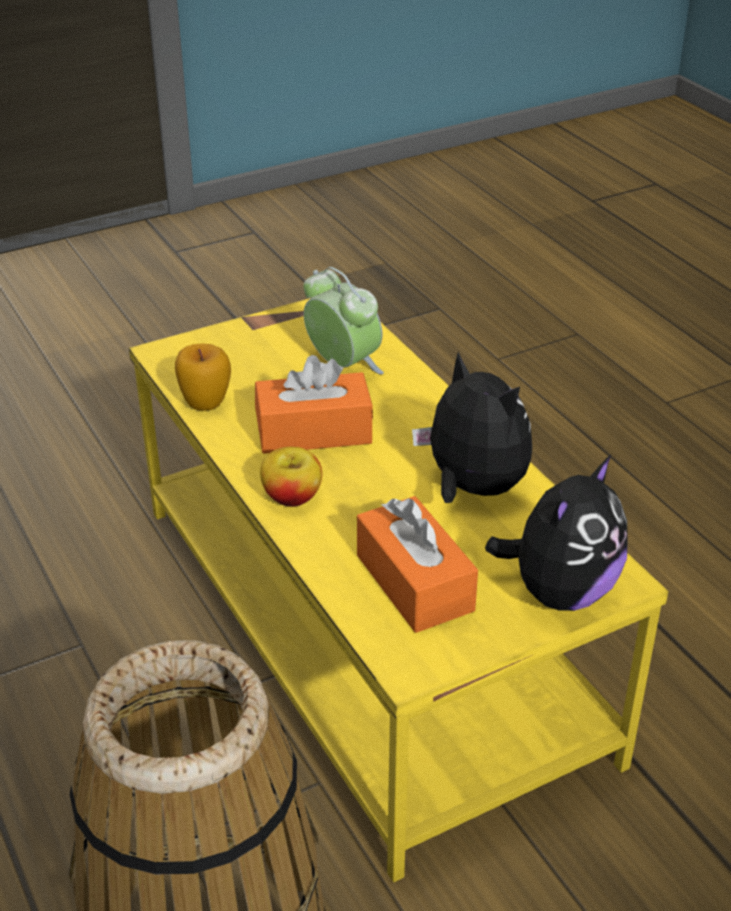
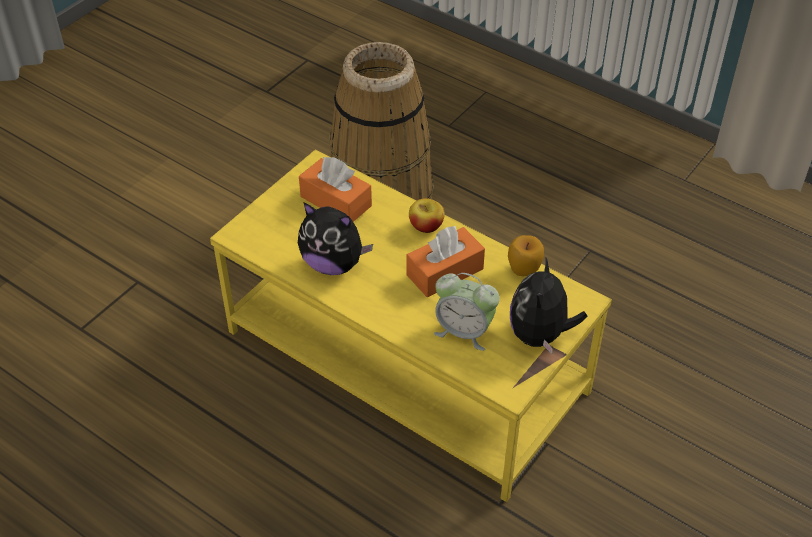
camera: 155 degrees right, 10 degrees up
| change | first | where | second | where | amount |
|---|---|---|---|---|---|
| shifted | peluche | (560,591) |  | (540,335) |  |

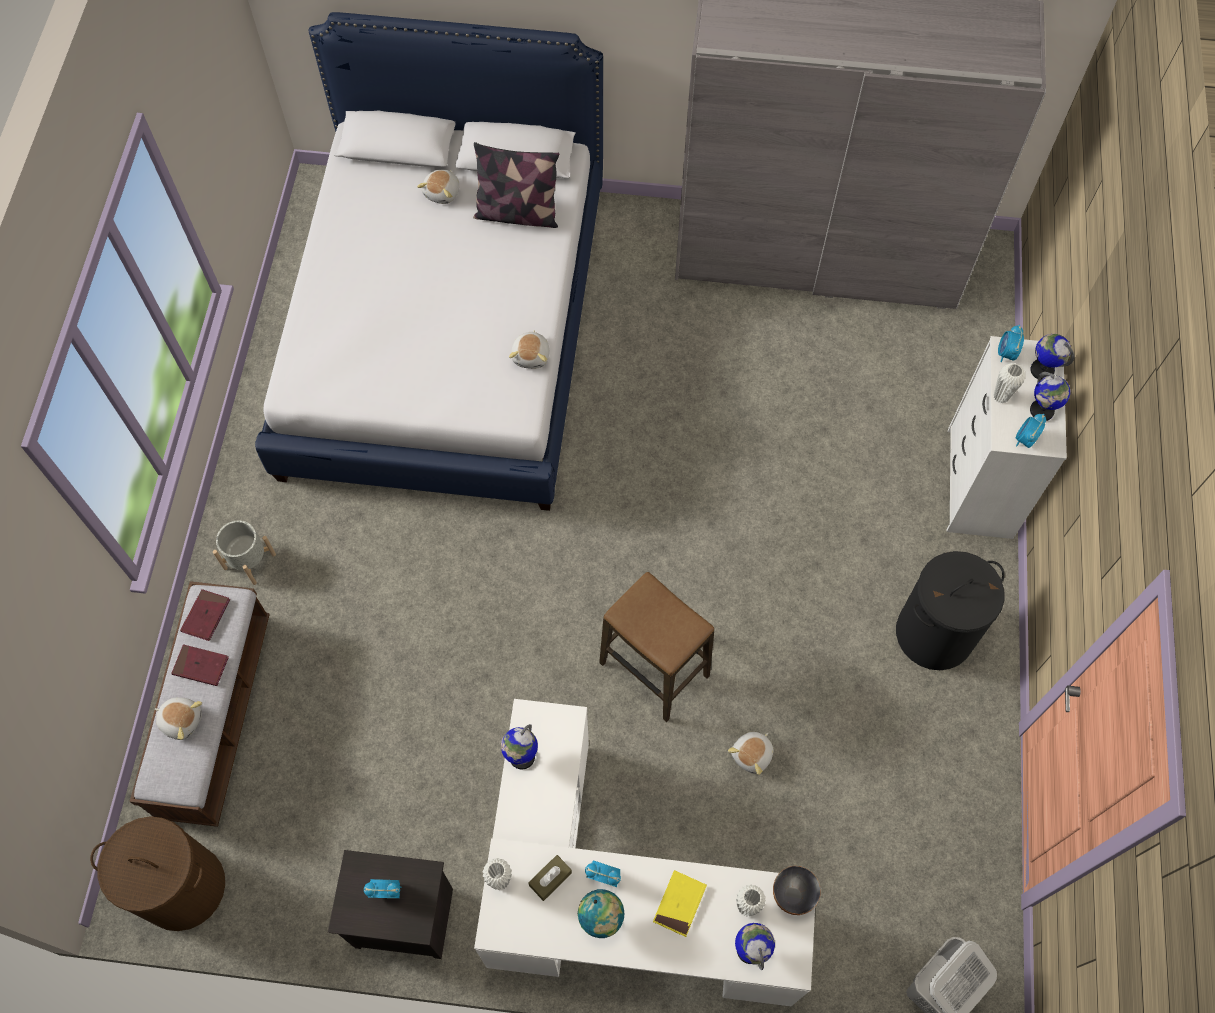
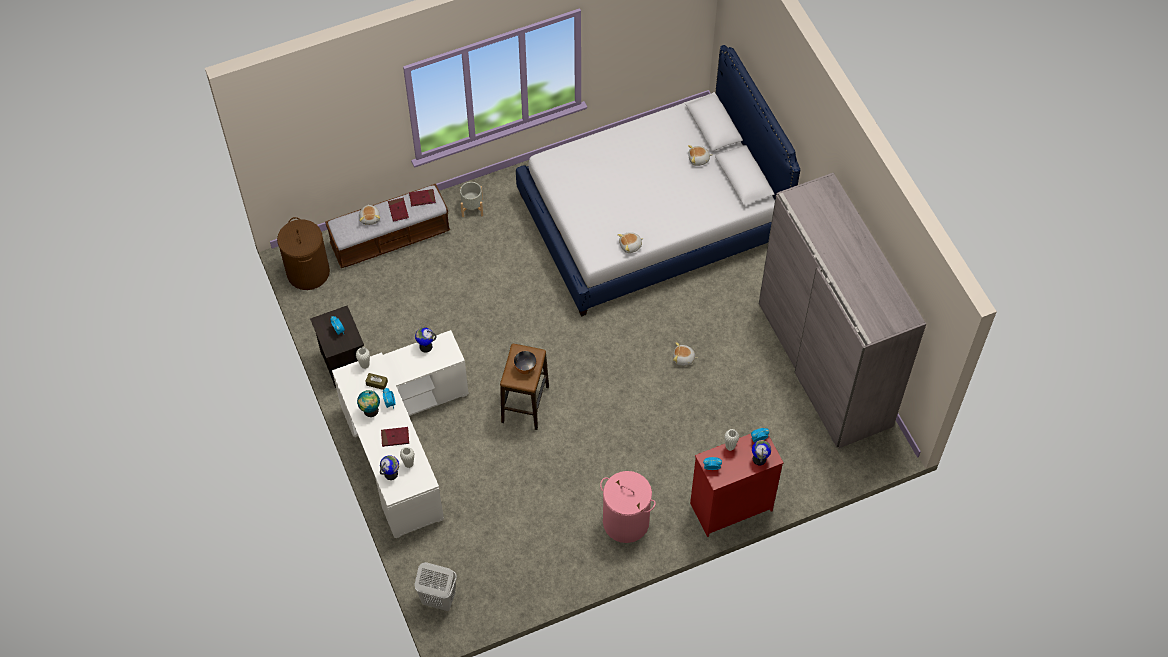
camera: 60 degrees right, 5 degrees down
| change | first | where | second | where | amount |
|---|---|---|---|---|---|
| gone | coussin | (517,214) |  |  |  |
| repainted | commode [blanc] | (978,483) | commode [rouge] | (731,506) |  |
| gone | globe | (1041,411) |  |  |  |
| repainted | panier à linge [noir] | (934,633) | panier à linge [rose] | (626,522) |  |
| shifted | peluche | (752,755) |  | (683,358) |  |
| shifted | bol | (792,896) |  | (525,368) |  |
| repainted | livre [jaune] | (679,904) | livre [rouge] | (395,437) |  |

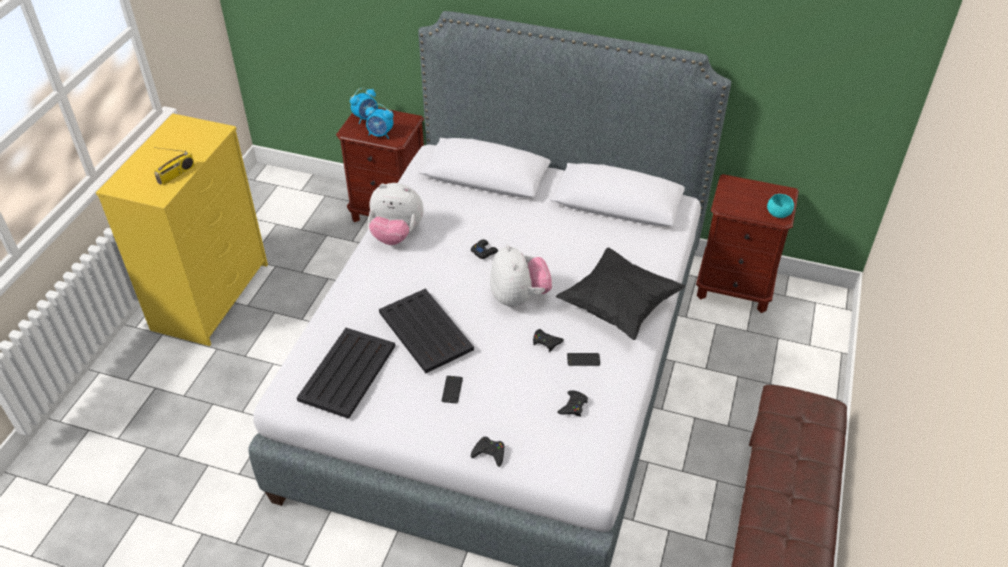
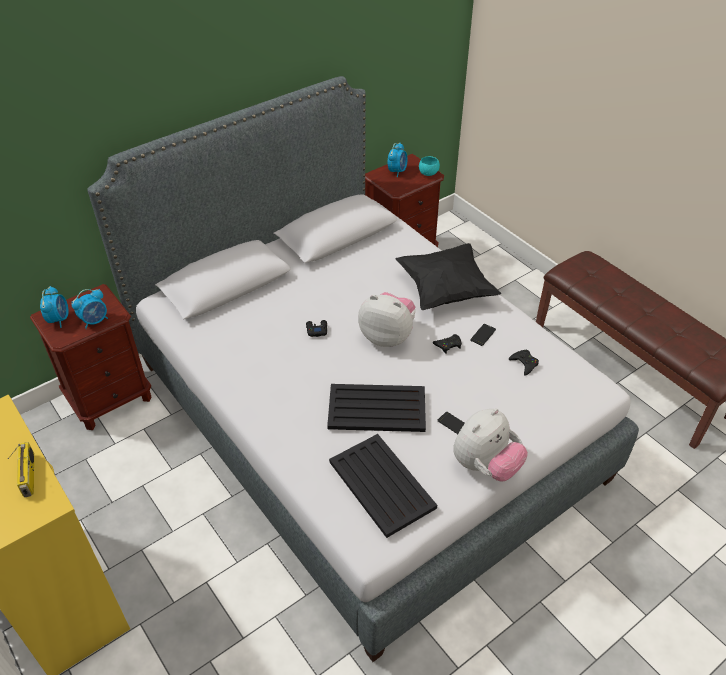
camera: 55 degrees left, 0 degrees up
| change | first | where | second | where | amount |
|---|---|---|---|---|---|
| shifted | peluche | (396,235) |  | (485,465) |  |
| gone | manette [noir] | (489,453) |  |  |  |
| new |  |  | réveil | (397,171) |  |

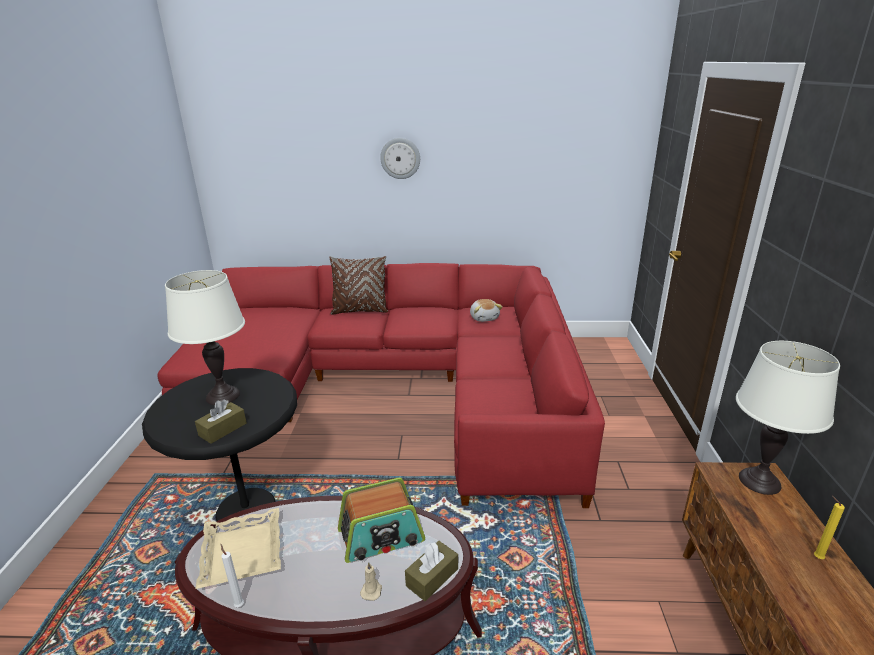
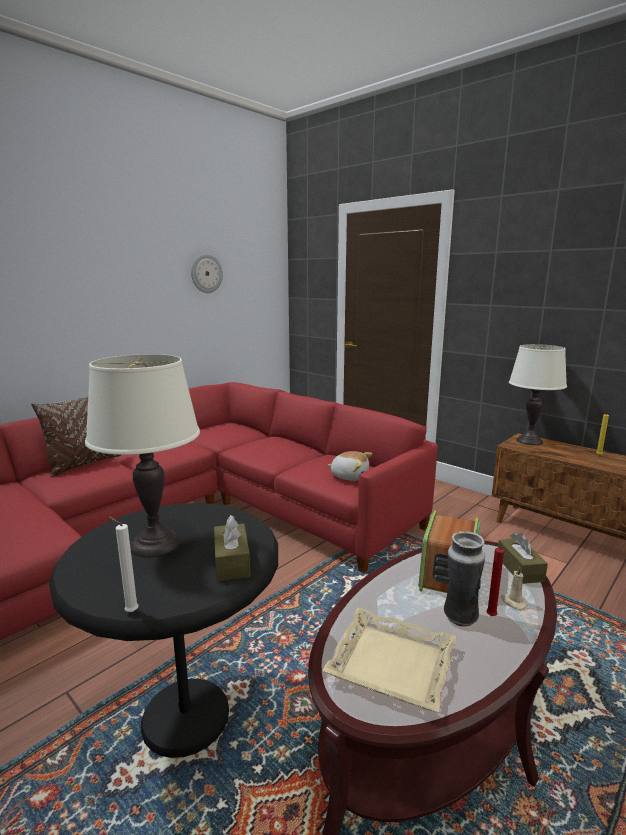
camera: 50 degrees left, 10 degrees down
| change | first | where | second | where | amount |
|---|---|---|---|---|---|
| shifted | horloge murale | (400,158) |  | (206,273) |  |
| shifted | peluche | (484,318) |  | (349,476) |  |
| shifted | bougie [blanc] | (238,604) |  | (129,612) |  |
| new |  |  | vase | (460,618) |  |
| new |  |  | bougie [rouge] | (491,617) |  |

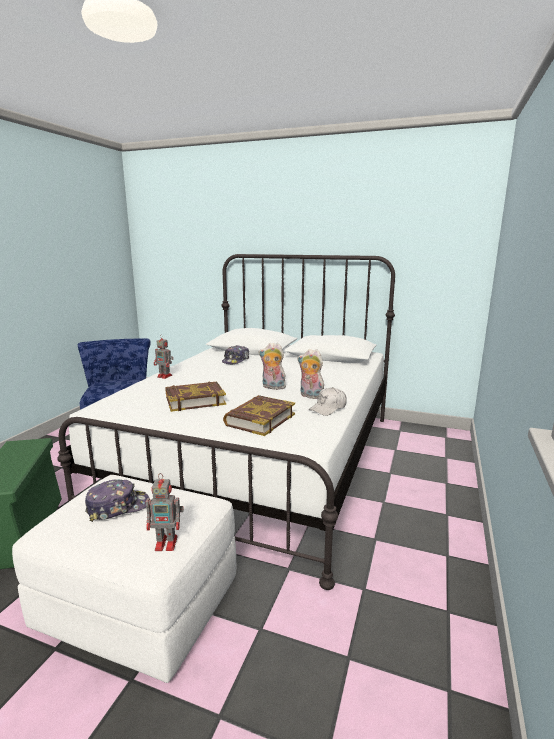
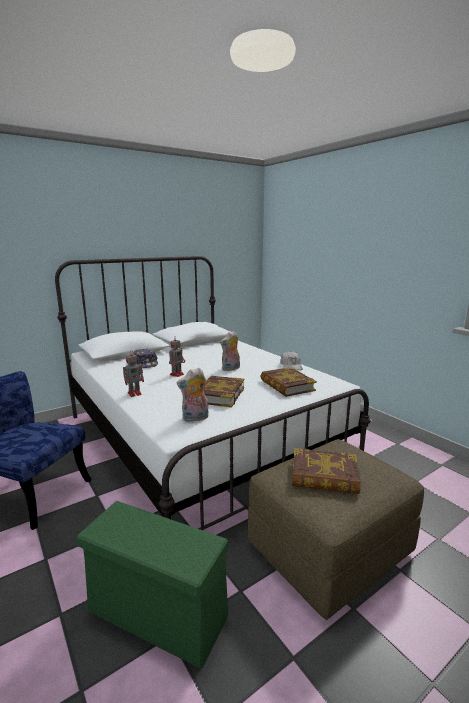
camera: 55 degrees left, 0 degrees up
| change | first | where | second | where | amount |
|---|---|---|---|---|---|
| shifted | peluche | (310,396) |  | (195,418) |  |
| shifted | robot jouet | (167,543) |  | (177,374) |  |
| repainted | pouf [blanc] | (140,603) | pouf [marron] | (329,548) |  |
| swapped | casquette | (118,507) | livre | (324,476) |  |

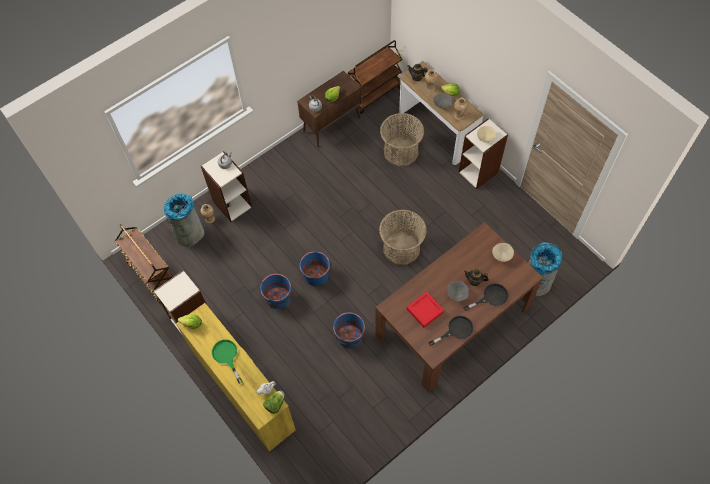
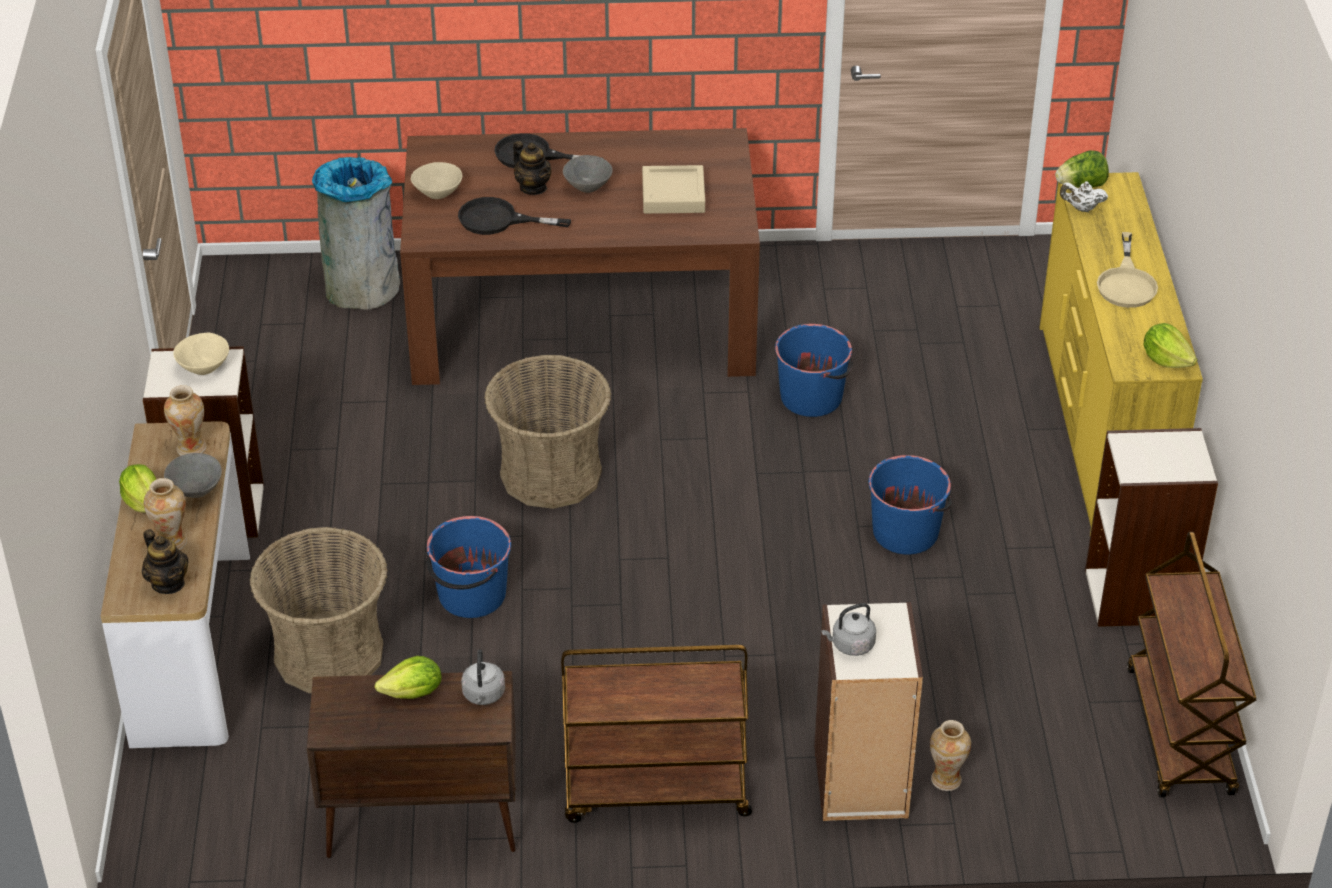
camera: 145 degrees left, 20 degrees down
| change | first | where | second | where | amount |
|---|---|---|---|---|---|
| shifted | chariot [marron] | (374,93) |  | (655,791) |  |
| gone | poubelle [gris] | (190,233) |  |  |  |
| shifted | seau [bleu] | (316,275) |  | (471,595) |  |
| repainted | plateau [rouge] | (425,311) | plateau [beige] | (673,195) |  |
| shifted | poêle [noir] | (456,330) |  | (498,220) |  |
| repainted | poêle [vert] | (227,356) | poêle [beige] | (1126,282) |  |

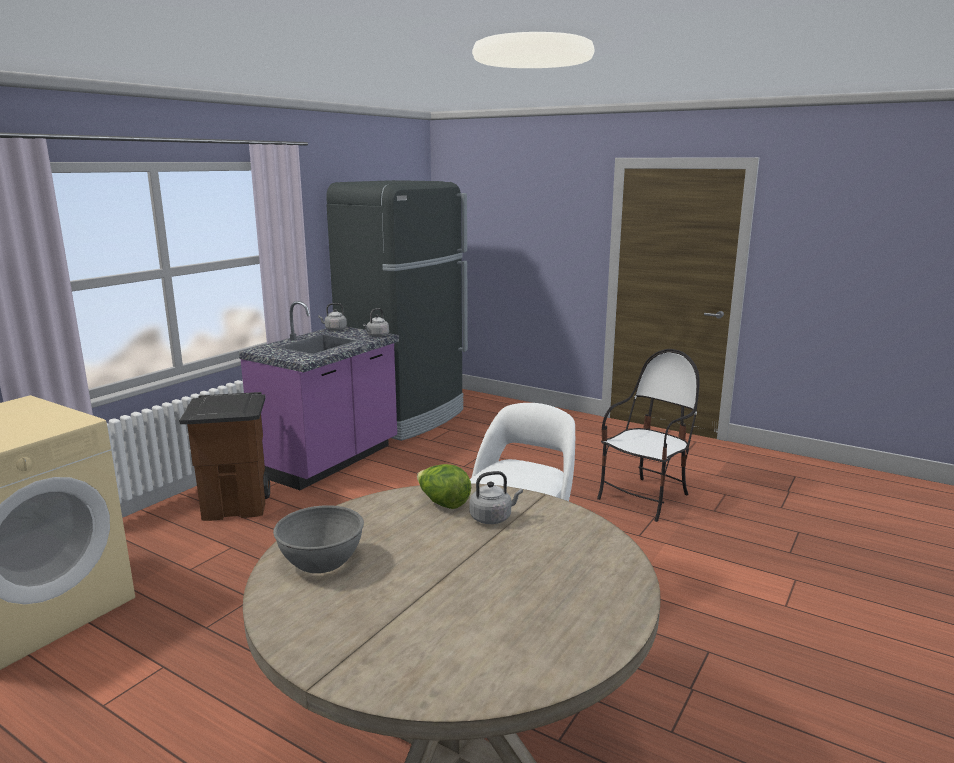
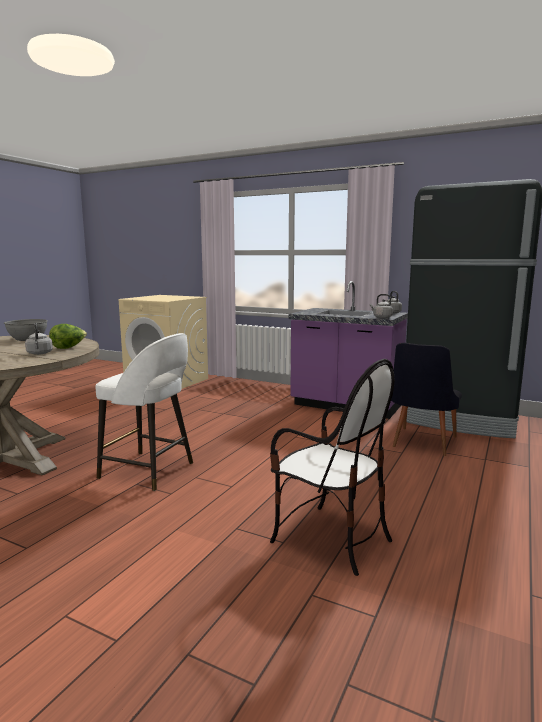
camera: 85 degrees right, 5 degrees down
| change | first | where | second | where | amount |
|---|---|---|---|---|---|
| gone | poubelle [marron] | (237,506) |  |  |  |
| new |  |  | chaise [noir] | (421,443) |  |

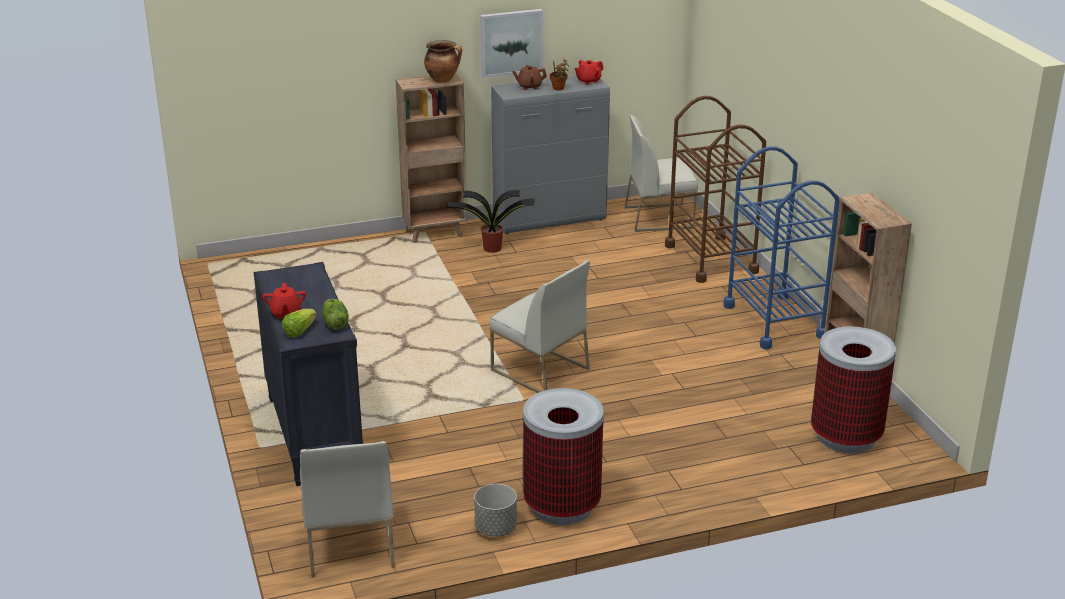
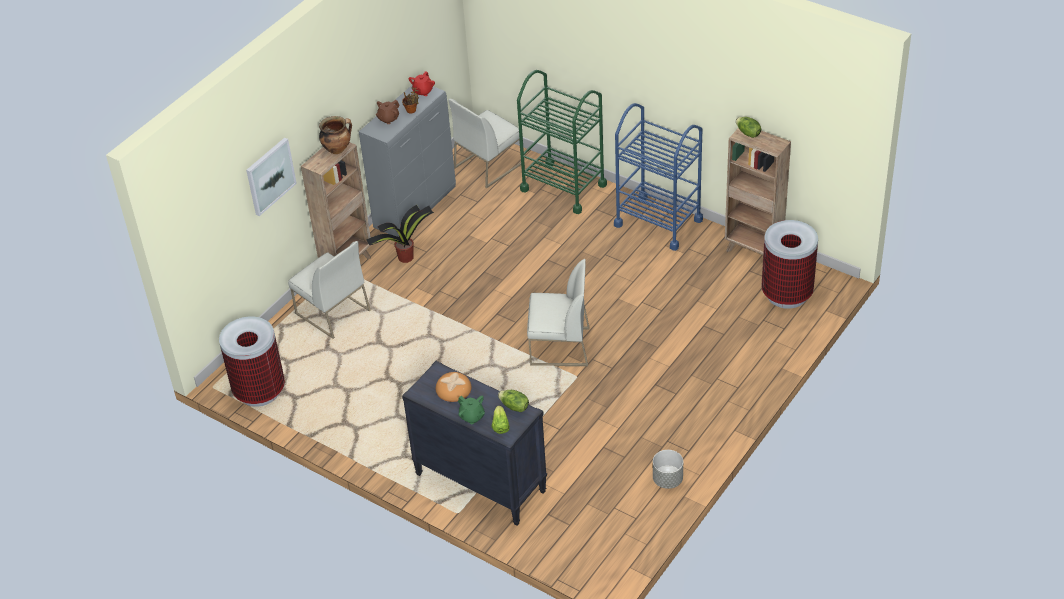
camera: 35 degrees left, 15 degrees up
| change | first | where | second | where | amount |
|---|---|---|---|---|---|
| shifted | tableau | (511,42) |  | (270,176) |  |
| repainted | chariot [marron] | (711,259) | chariot [vert] | (563,187) |  |
| repainted | théière [rouge] | (285,313) | théière [vert] | (472,417) |  |
| shifted | poubelle | (561,505) |  | (259,391) |  |
| shifted | chaise [blanc] | (349,544) |  | (332,312) |  |
| new |  |  | laitue | (747,133) |  |
| new |  |  | pain | (453,389) |  |

